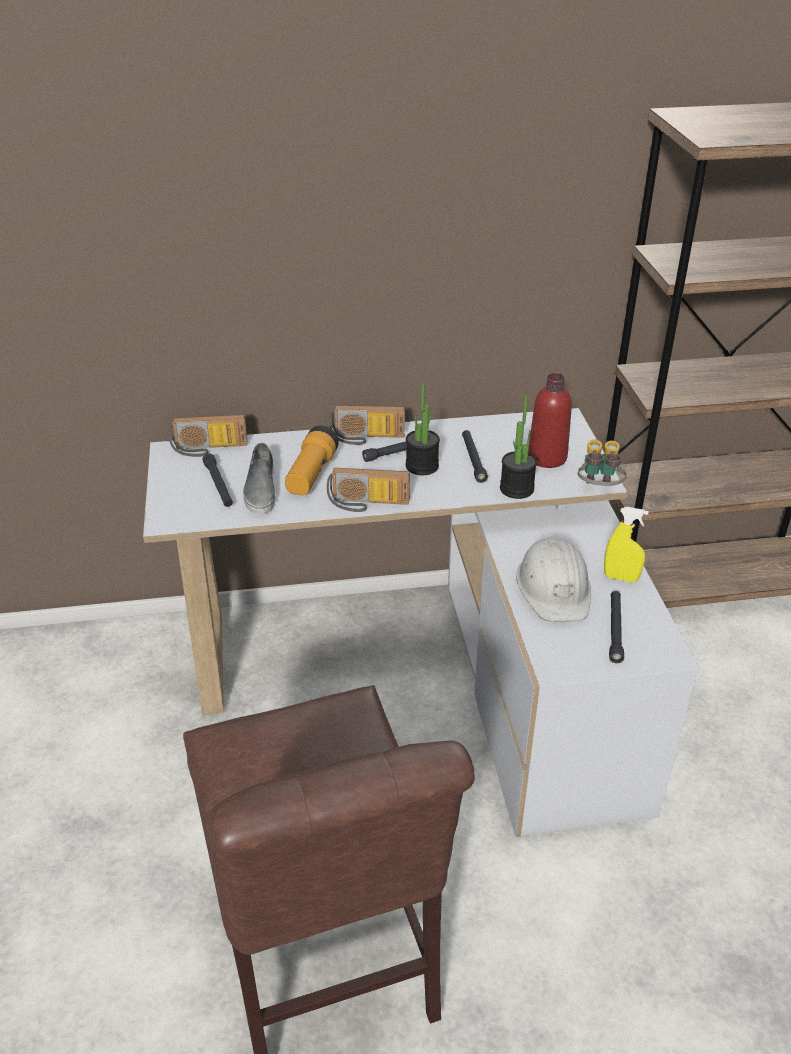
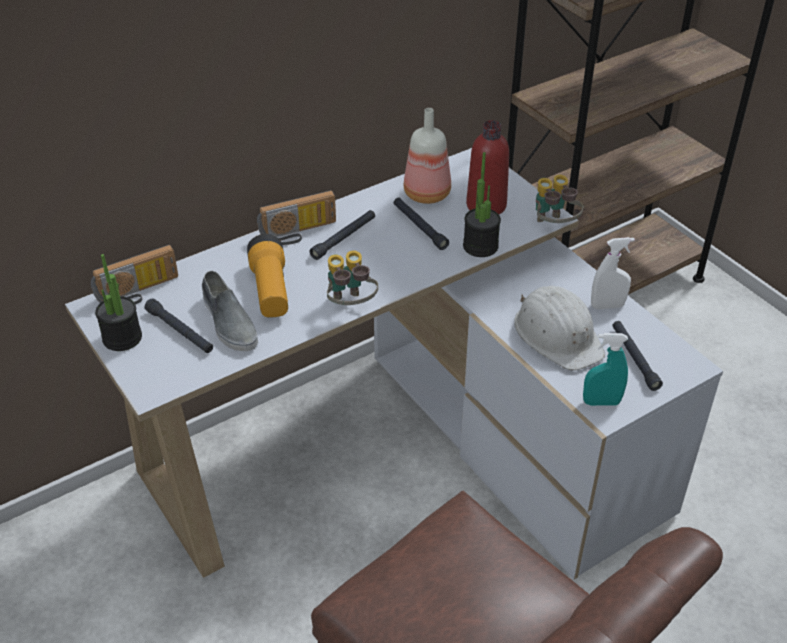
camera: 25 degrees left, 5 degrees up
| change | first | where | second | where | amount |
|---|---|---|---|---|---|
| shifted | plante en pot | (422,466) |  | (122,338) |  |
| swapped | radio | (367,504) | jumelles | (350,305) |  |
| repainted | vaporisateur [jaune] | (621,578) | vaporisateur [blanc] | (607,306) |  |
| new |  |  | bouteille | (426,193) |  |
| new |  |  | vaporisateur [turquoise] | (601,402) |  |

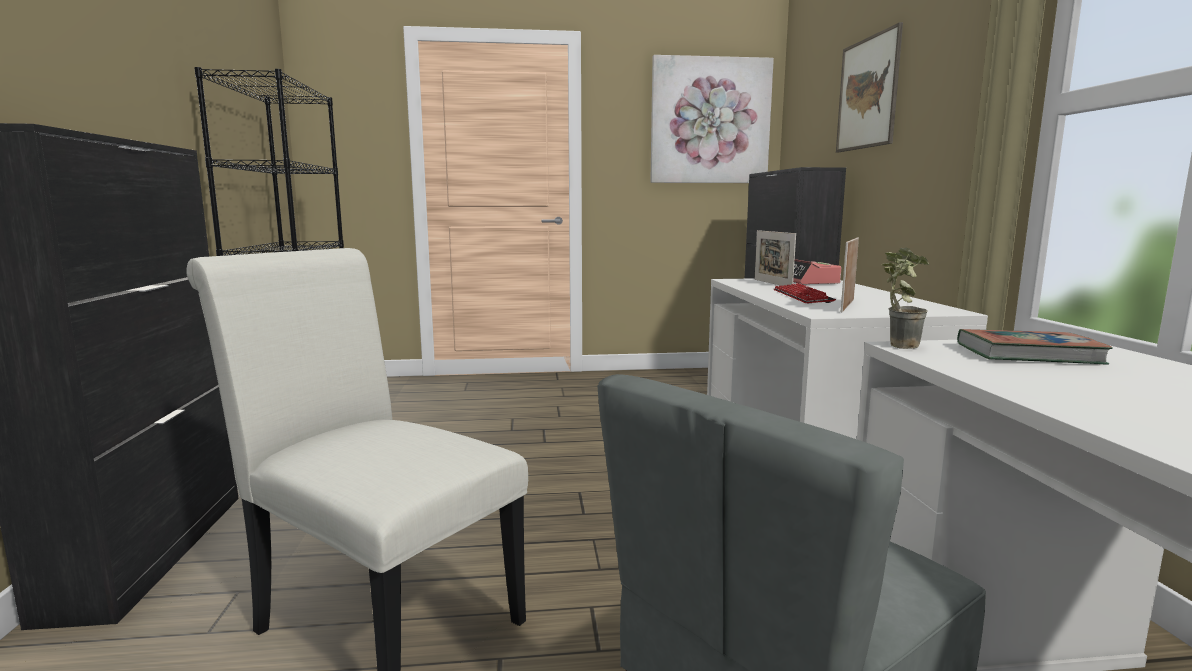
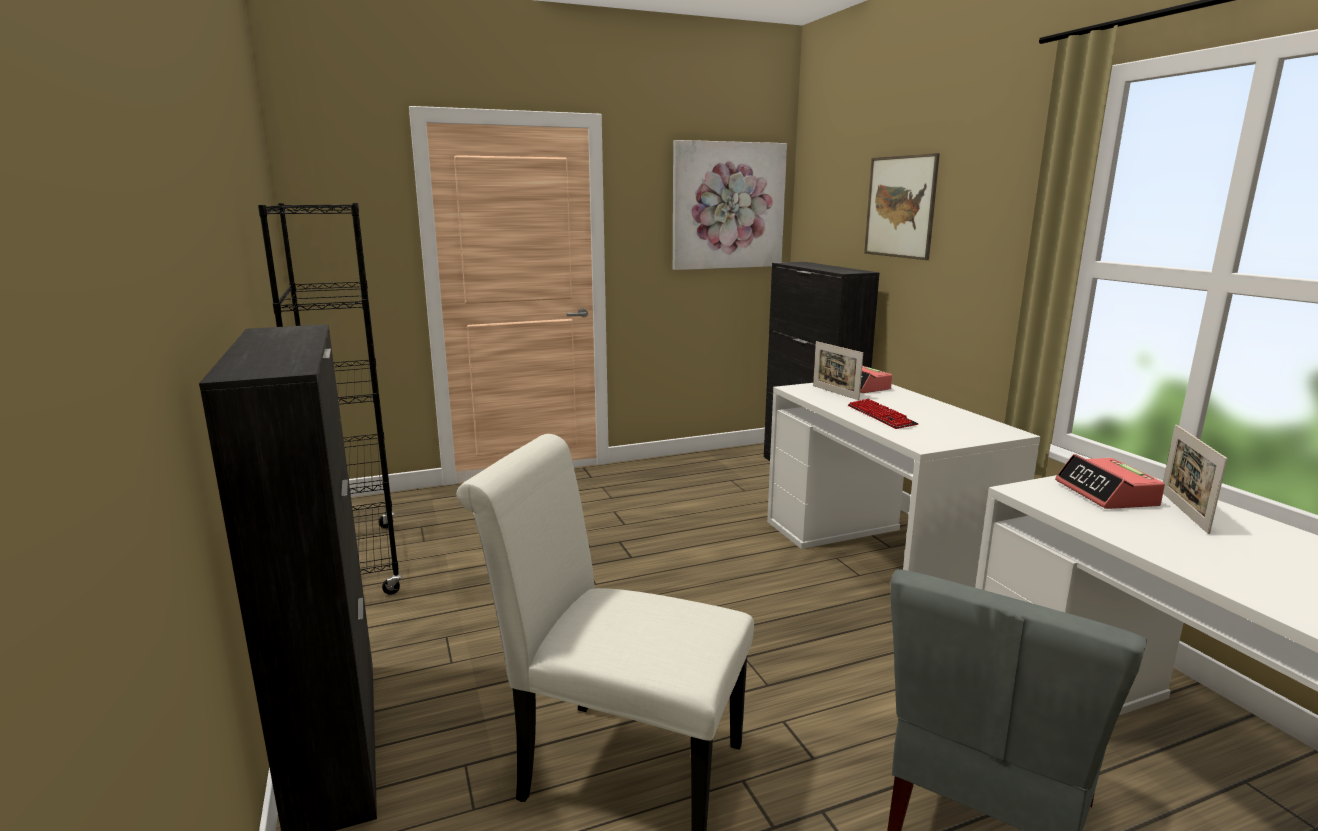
camera: 15 degrees left, 5 degrees up
| change | first | where | second | where | amount |
|---|---|---|---|---|---|
| shifted | cadre photo | (847,305) |  | (1183,511) |  |
| gone | plante en pot | (895,345) |  |  |  |
| swapped | livre | (1028,354) | réveil | (1106,494) |  |

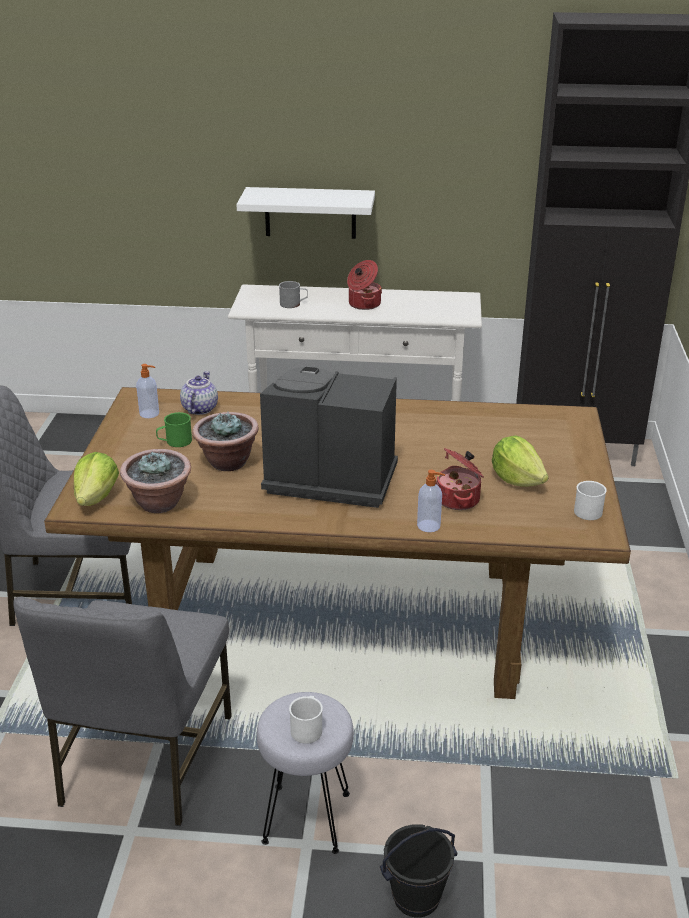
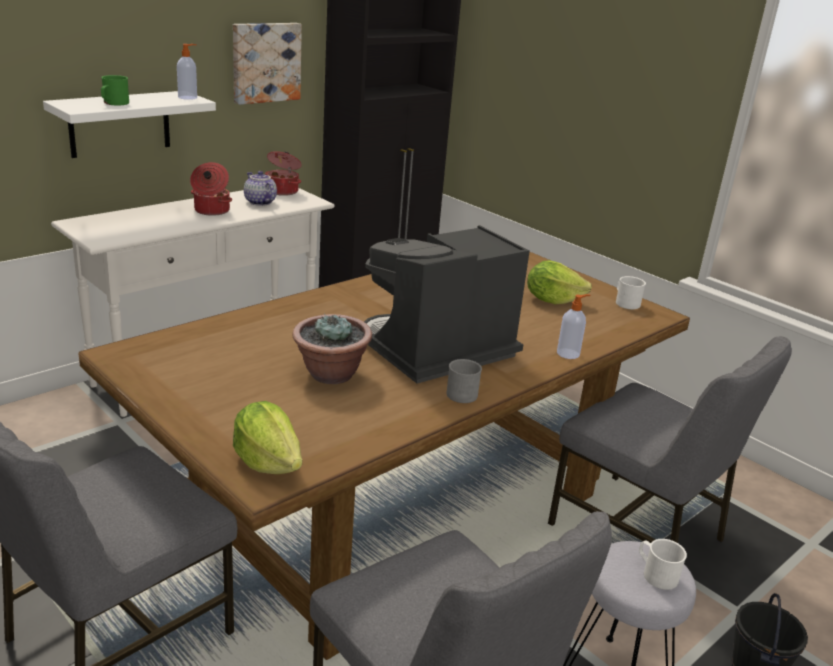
camera: 50 degrees left, 5 degrees down
| change | first | where | second | where | amount |
|---|---|---|---|---|---|
| shifted | mug [gris] | (293,304) |  | (465,393) |  |
| shifted | distributeur de savon | (150,414) |  | (188,97) |  |
| shifted | théière | (199,409) |  | (259,202) |  |
| shifted | mug [vert] | (175,442) |  | (114,103) |  |
| shifted | marmite | (459,499) |  | (283,191) |  |
| gone | plante en pot | (159,503) |  |  |  |
| new |  |  | tableau | (265,62) |  |
| new |  |  | chaise [gris] | (639,533) |  |

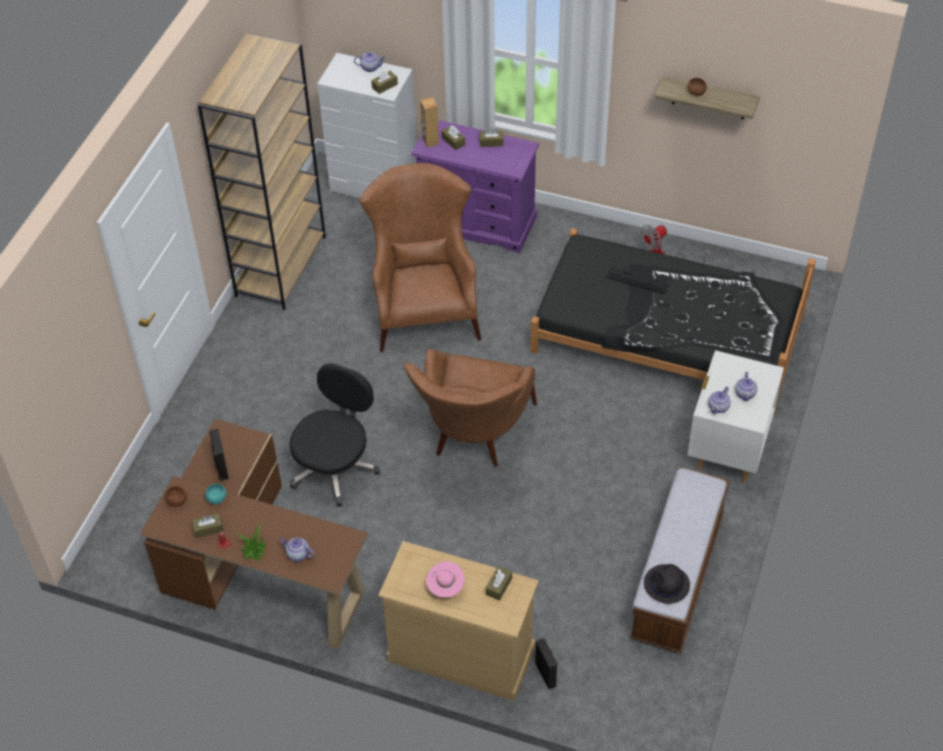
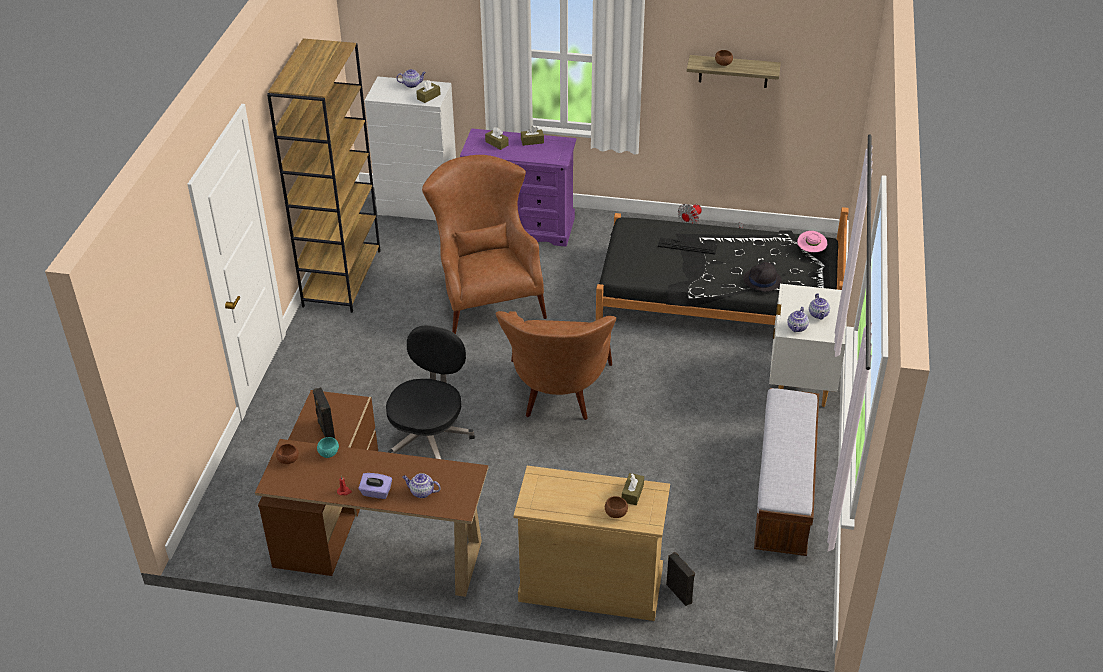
camera: 10 degrees left, 10 degrees down
| change | first | where | second | where | amount |
|---|---|---|---|---|---|
| gone | enceinte [marron] | (430,141) |  |  |  |
| gone | boîte à mouchoirs [marron] | (208,528) |  |  |  |
| swapped | plante en pot | (254,549) | boîte à mouchoirs [violet] | (376,492) |  |
| shifted | chapeau [rose] | (445,587) |  | (810,251) |  |
| shifted | chapeau [noir] | (666,585) |  | (762,280) |  |
| new |  |  | bol [marron] | (616,514) |  |

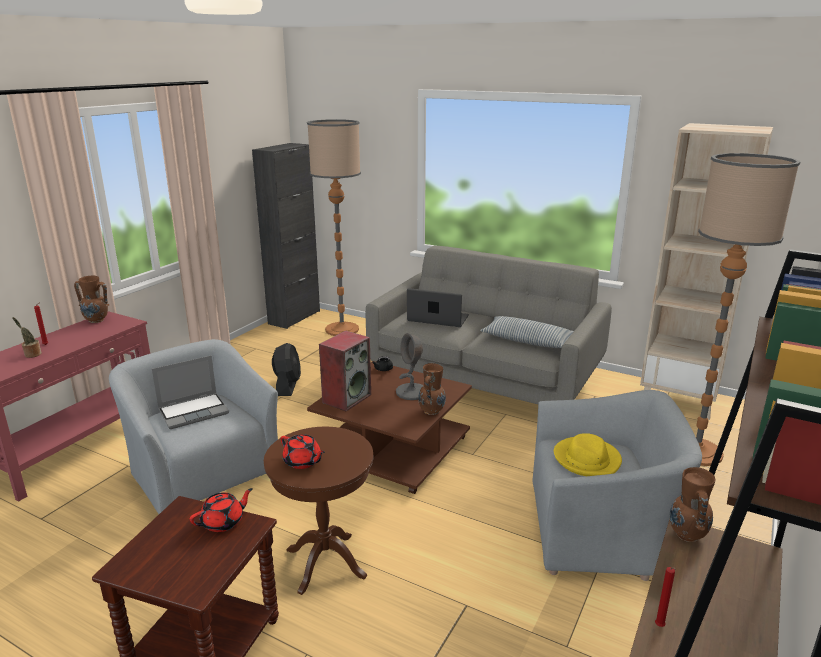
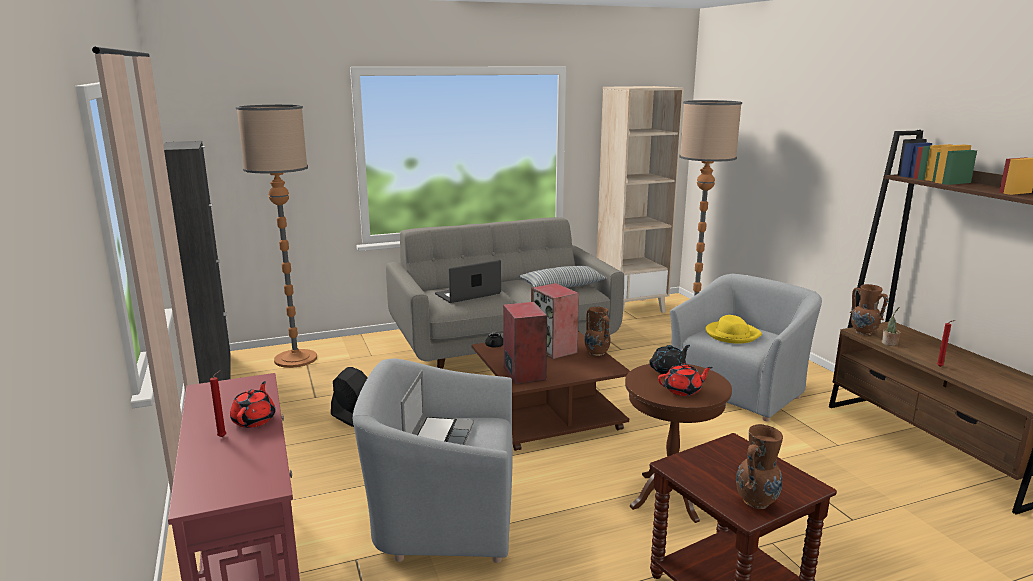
camera: 50 degrees left, 5 degrees down
| change | first | where | second | where | amount |
|---|---|---|---|---|---|
| shifted | vase [marron] | (97,321) |  | (756,502) |  |
| shifted | plante en pot | (31,354) |  | (889,343) |  |
| swapped | lampe de table [gris] | (412,392) | enceinte | (554,349) |  |
| shifted | théière [rouge] | (223,522) |  | (254,420) |  |
| new |  |  | théière [noir] | (668,370) |  |

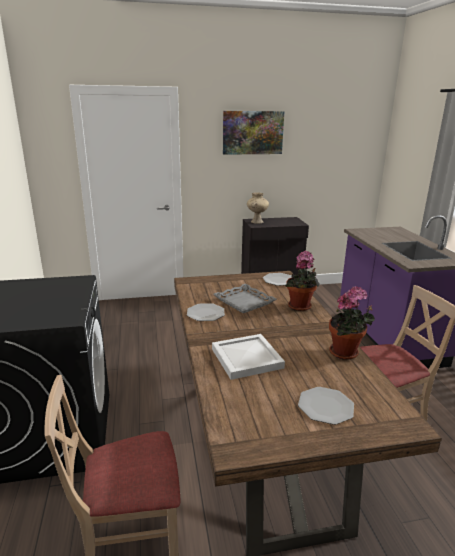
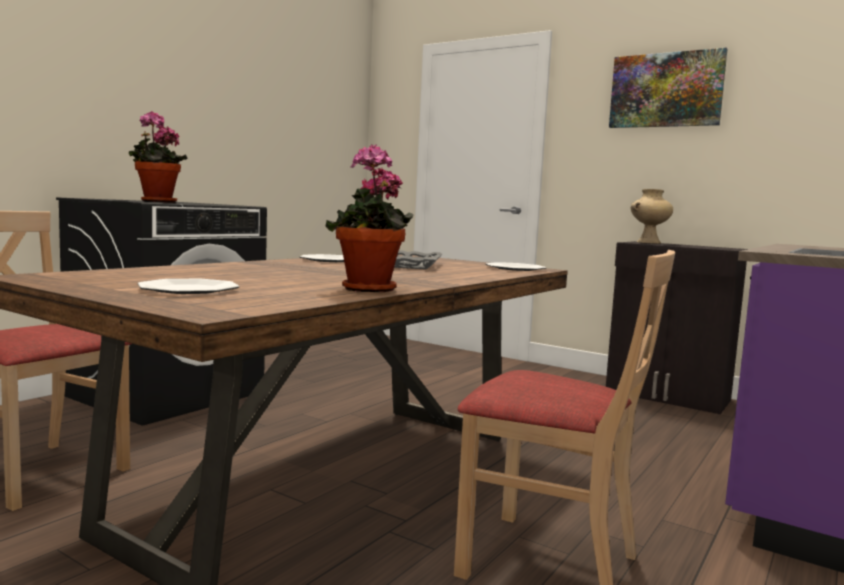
camera: 45 degrees right, 15 degrees down
| change | first | where | second | where | amount |
|---|---|---|---|---|---|
| shifted | plante en pot | (300,307) |  | (156,202) |  |
| gone | plateau [blanc] | (248,358) |  |  |  |

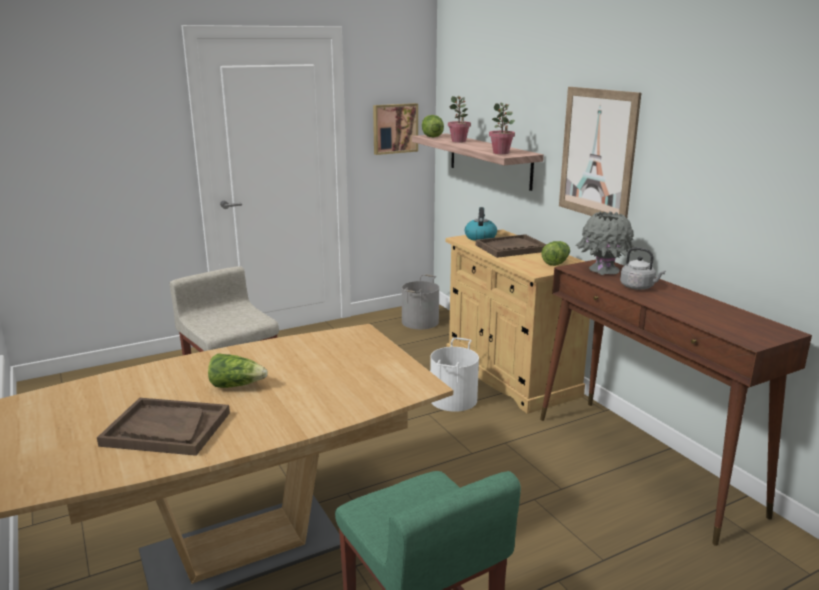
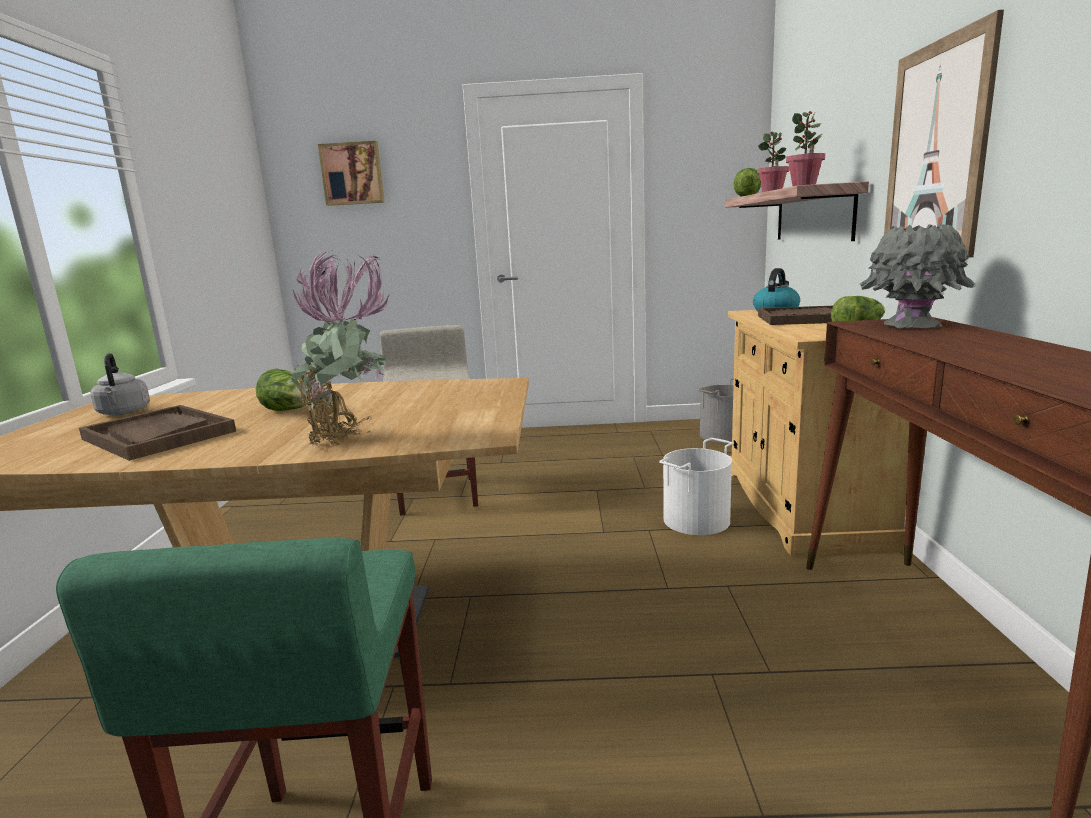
camera: 30 degrees right, 5 degrees down
| change | first | where | second | where | amount |
|---|---|---|---|---|---|
| shifted | tableau | (394,128) |  | (352,174) |  |
| shifted | bouilloire [gris] | (638,287) |  | (123,412) |  |
| new |  |  | plante en pot | (351,441) |  |

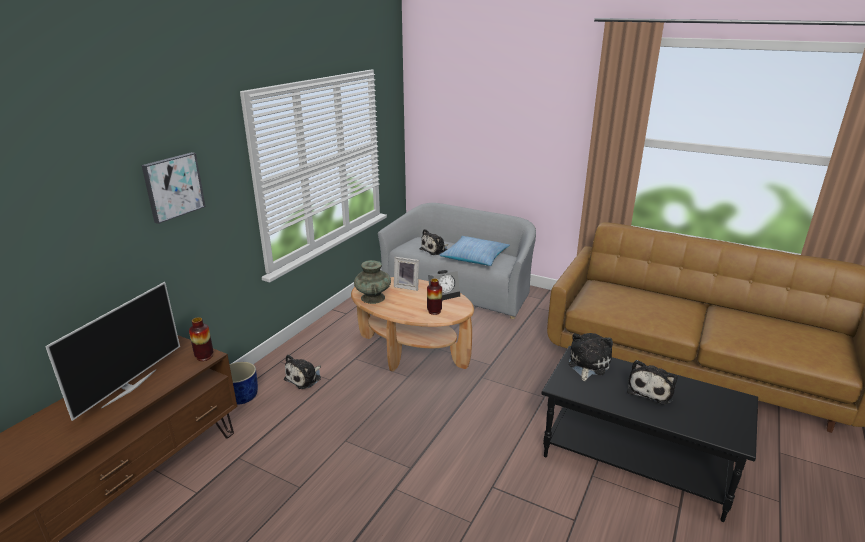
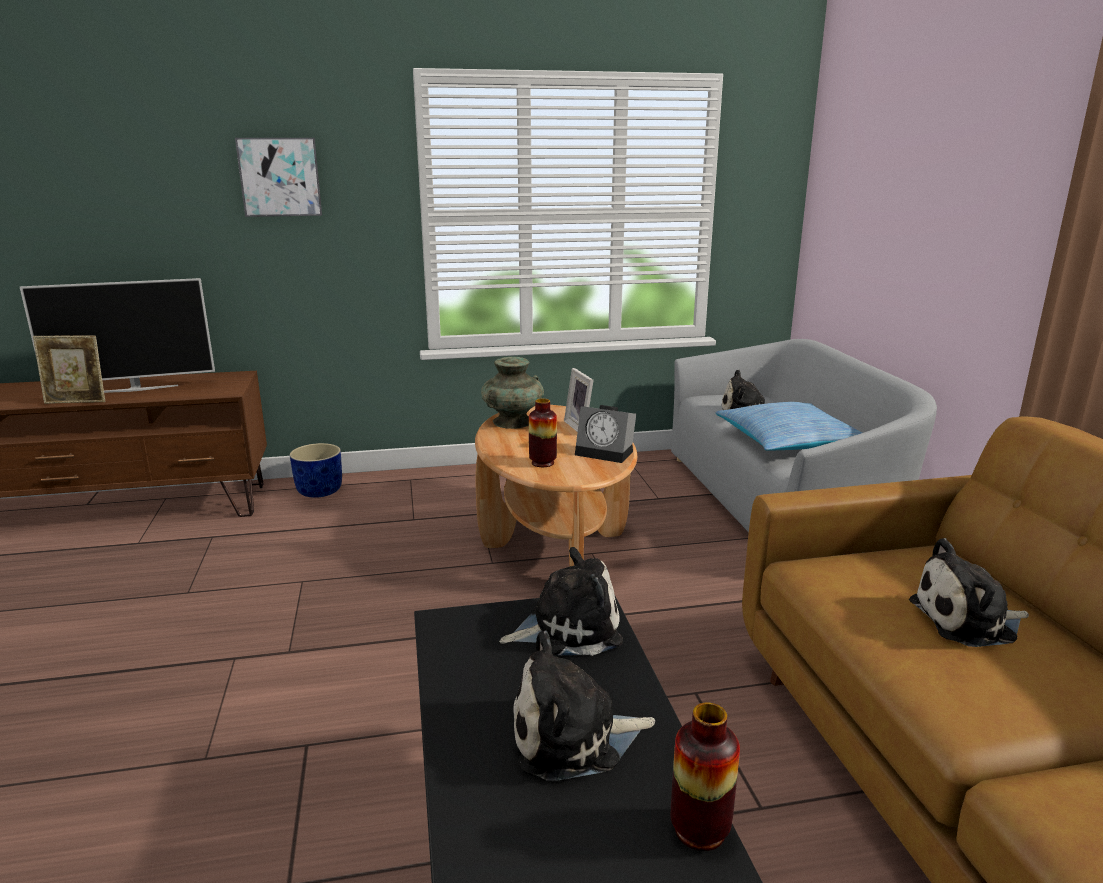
camera: 50 degrees right, 5 degrees down
| change | first | where | second | where | amount |
|---|---|---|---|---|---|
| shifted | vase | (204,357) |  | (699,830) |  |
| shifted | peluche | (304,378) |  | (968,621) |  |
| new |  |  | cadre photo | (77,402) |  |

